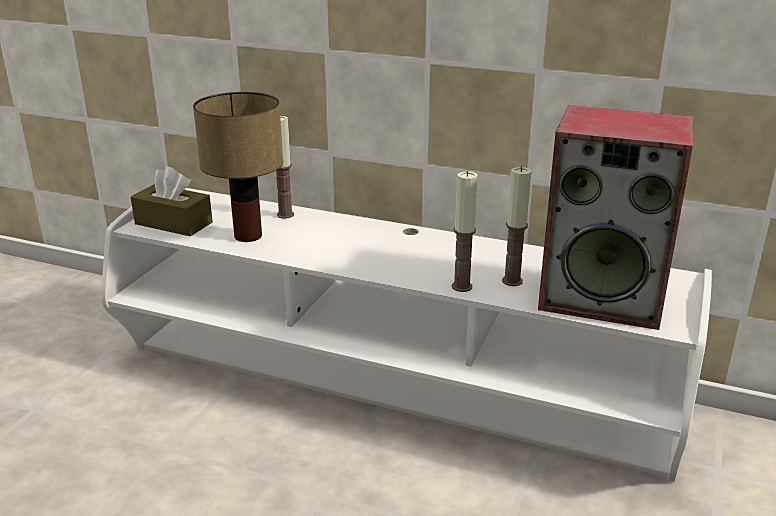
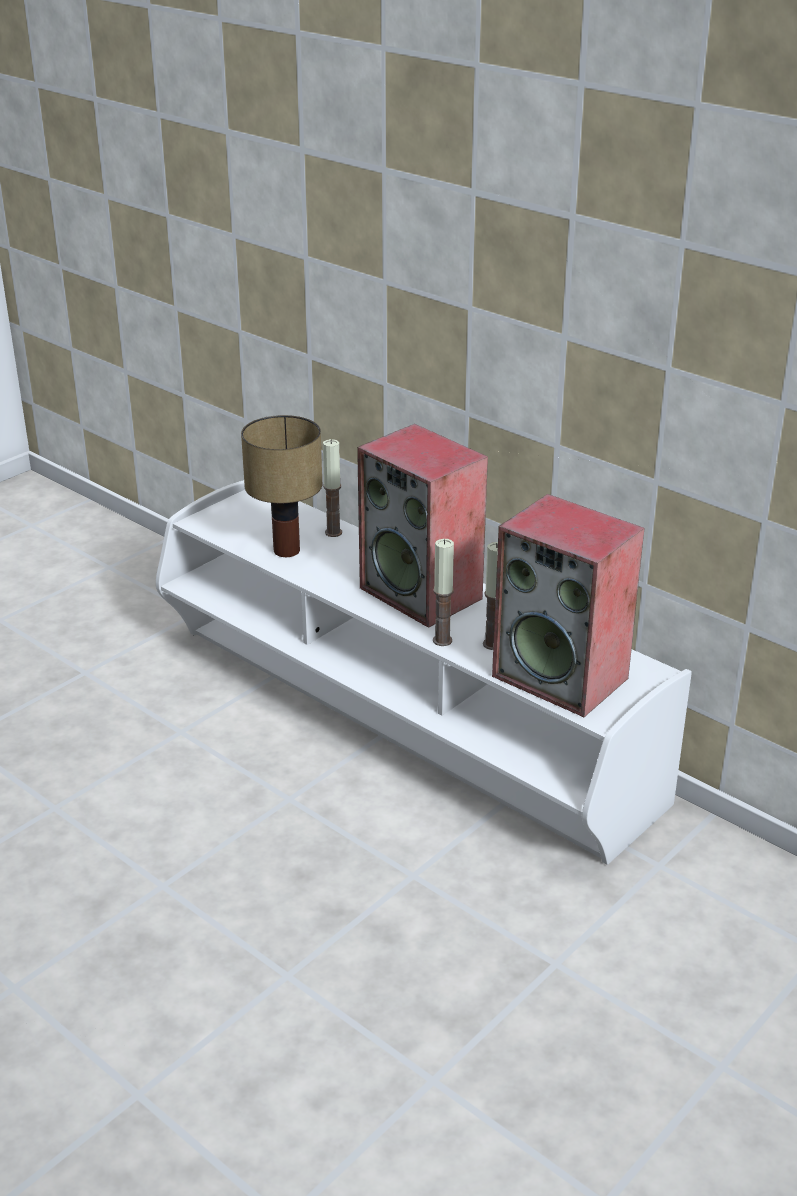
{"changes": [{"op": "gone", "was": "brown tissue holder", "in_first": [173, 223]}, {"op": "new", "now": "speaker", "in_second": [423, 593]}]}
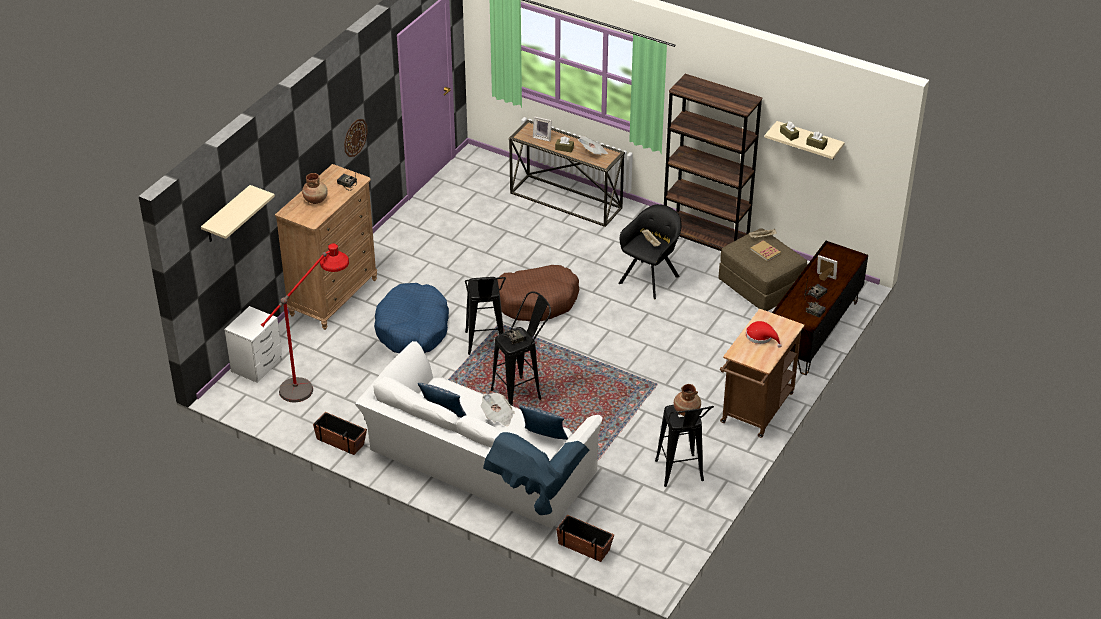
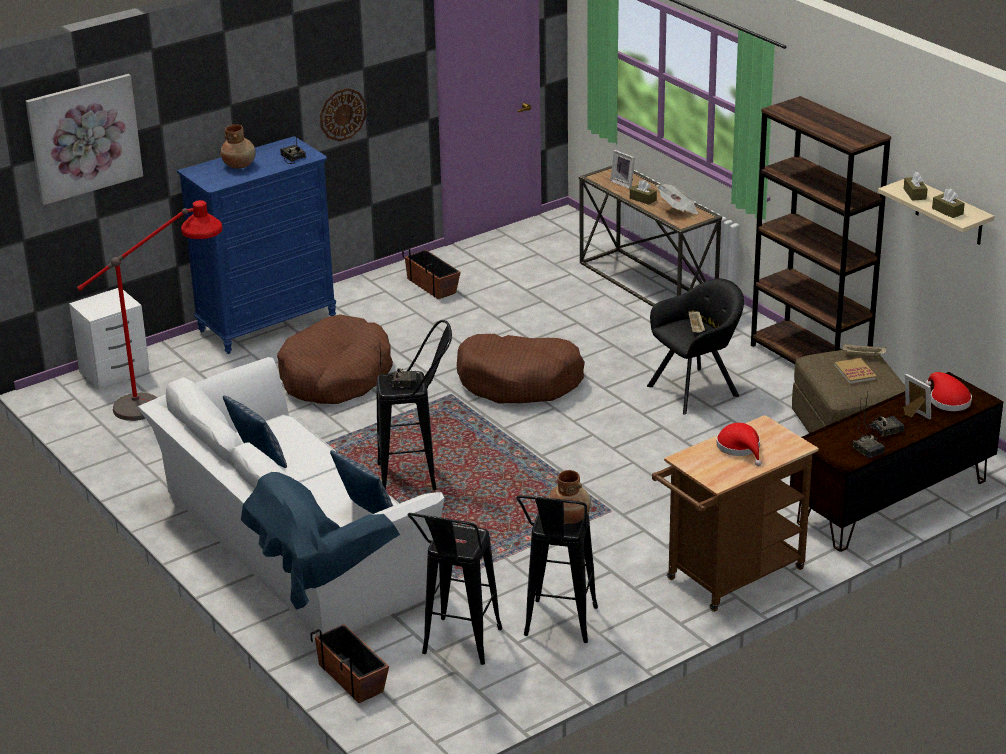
{"changes": [{"op": "gone", "was": "printed paper", "in_first": [498, 416]}, {"op": "new", "now": "reddish hat", "in_second": [947, 400]}, {"op": "shifted", "was": "flower pot", "in_first": [340, 441], "in_second": [432, 285]}, {"op": "shifted", "was": "black stool seat", "in_first": [486, 347], "in_second": [458, 649]}, {"op": "swapped", "was": "sand-coloured bracket shelf", "now": "wall picture", "in_first": [227, 215], "in_second": [84, 138]}, {"op": "repainted", "was": "brown chest of drawers", "now": "blue-coloured chest of drawers", "in_first": [333, 297], "in_second": [267, 323]}, {"op": "repainted", "was": "blue-coloured pet bed", "now": "brown pet bed", "in_first": [413, 329], "in_second": [335, 376]}]}
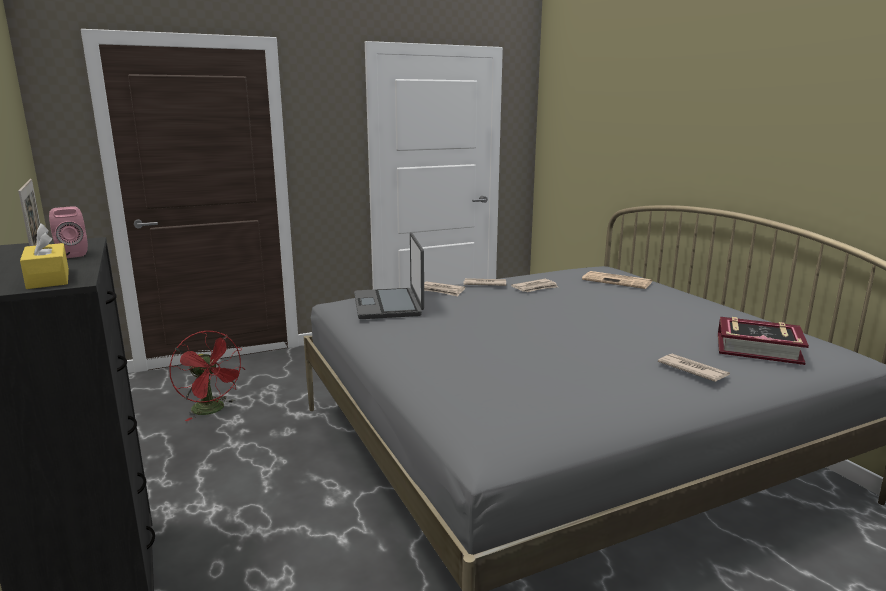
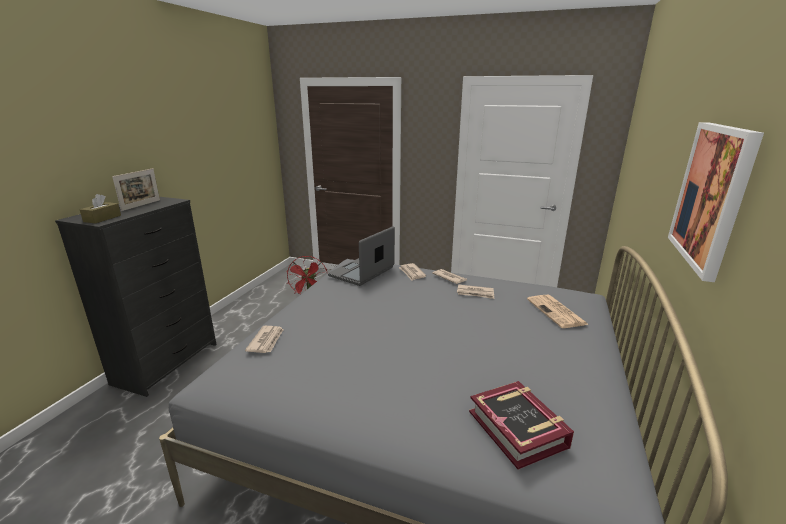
{"changes": [{"op": "gone", "was": "pink speaker", "in_first": [71, 254]}, {"op": "new", "now": "wall picture", "in_second": [712, 196]}, {"op": "shifted", "was": "printed paper", "in_first": [692, 370], "in_second": [266, 341]}, {"op": "repainted", "was": "yellowish tissue holder", "now": "brown tissue holder", "in_first": [48, 278], "in_second": [102, 218]}]}
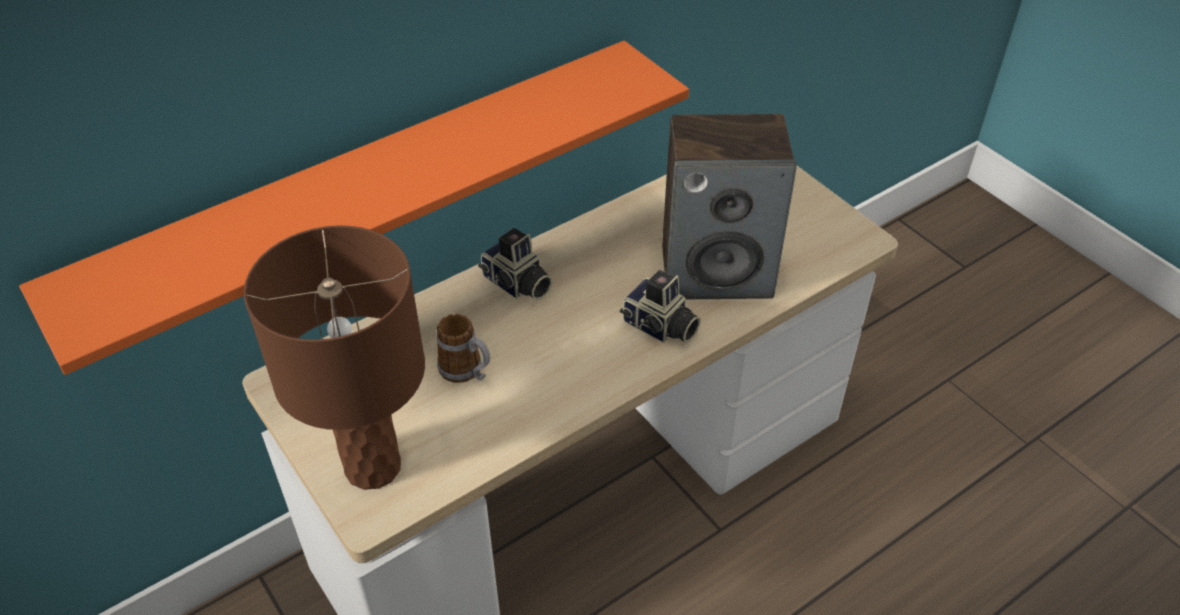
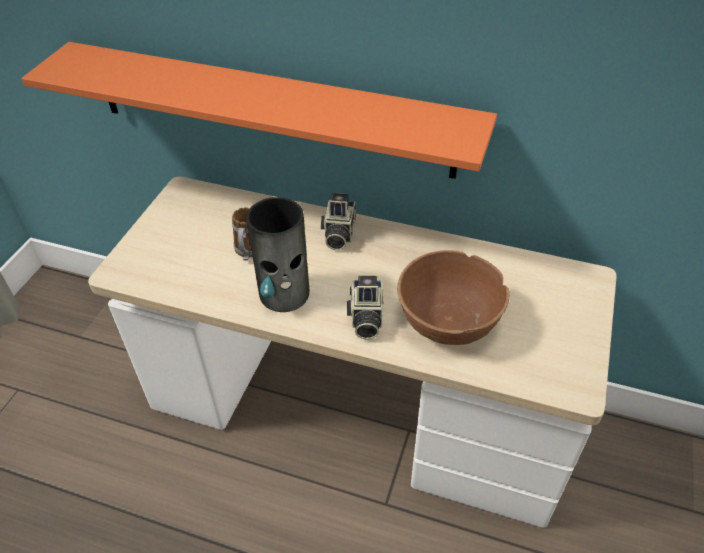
{"changes": [{"op": "gone", "was": "brown tabletop lamp", "in_first": [372, 467]}, {"op": "new", "now": "decorative vase", "in_second": [284, 293]}, {"op": "swapped", "was": "speaker", "now": "brown deep dish", "in_first": [717, 271], "in_second": [448, 321]}]}
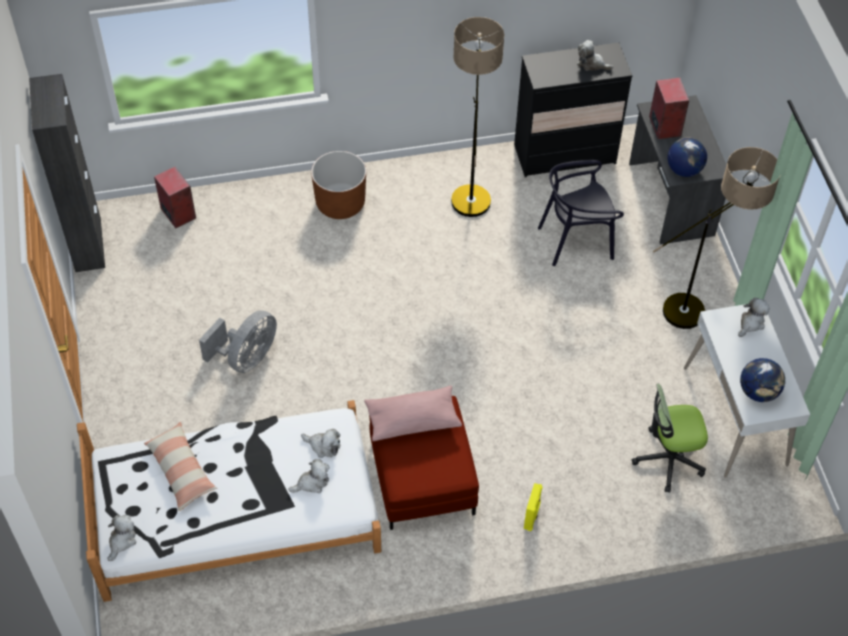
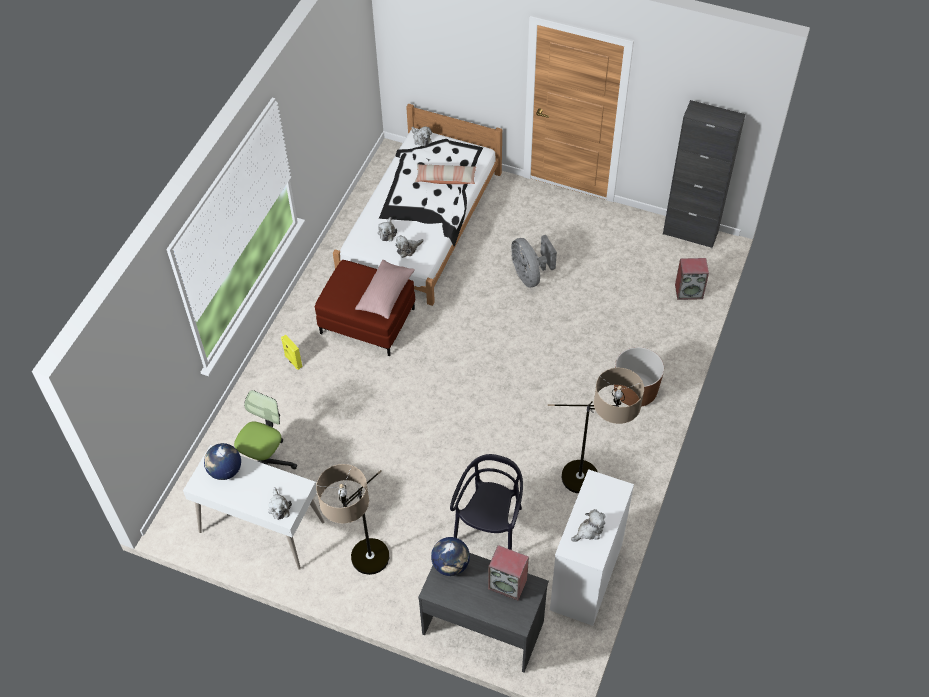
{"changes": [{"op": "repainted", "was": "black chest of drawers", "now": "whitish chest of drawers", "in_first": [564, 155], "in_second": [586, 577]}]}
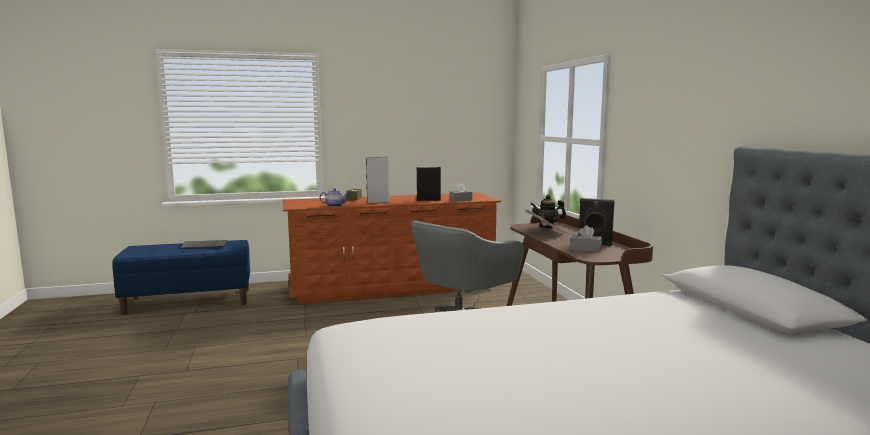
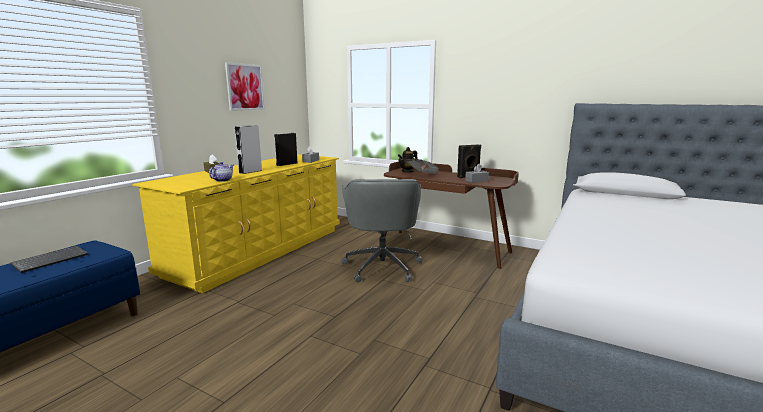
{"changes": [{"op": "new", "now": "wall picture", "in_second": [245, 87]}, {"op": "repainted", "was": "brown chest of drawers", "now": "yellowish chest of drawers", "in_first": [392, 287], "in_second": [260, 251]}]}
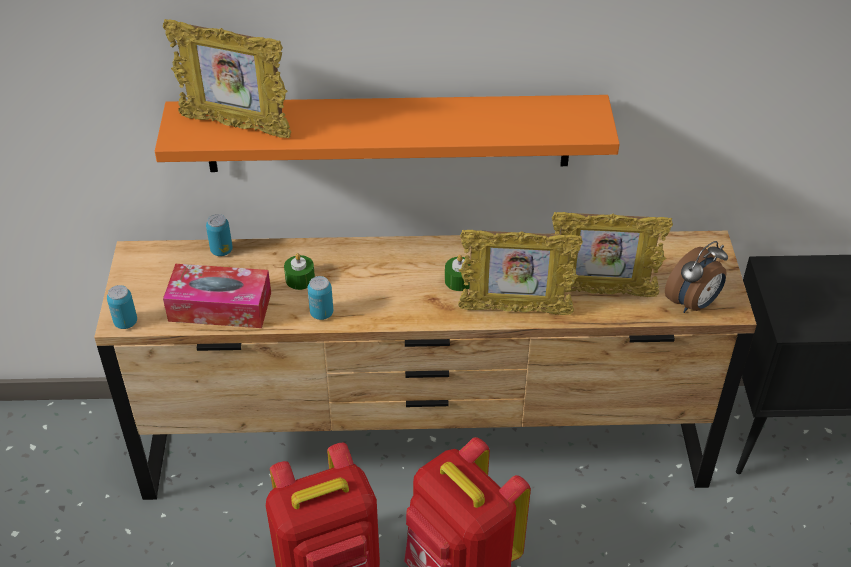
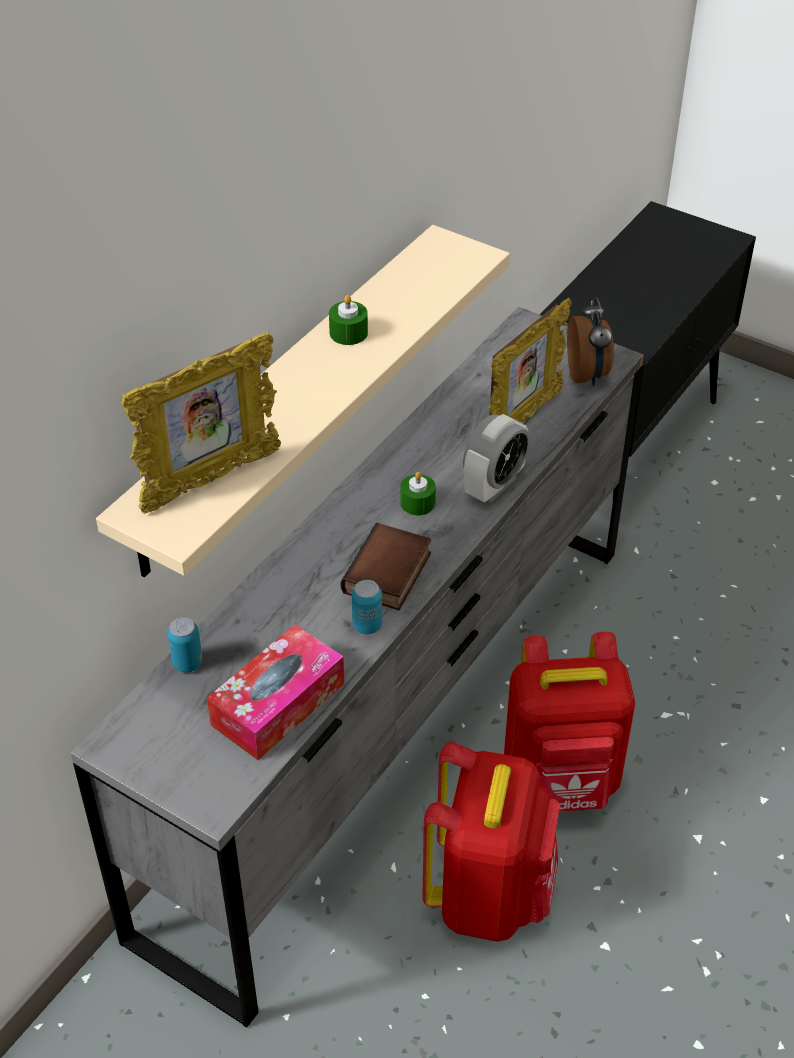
{"changes": [{"op": "gone", "was": "metal can", "in_first": [126, 322]}, {"op": "new", "now": "volume", "in_second": [389, 574]}, {"op": "shifted", "was": "green-coloured wax candle", "in_first": [300, 279], "in_second": [348, 333]}, {"op": "swapped", "was": "photo frame", "now": "table clock", "in_first": [515, 310], "in_second": [494, 486]}, {"op": "repainted", "was": "brown chest of drawers", "now": "grey chest of drawers", "in_first": [425, 446], "in_second": [396, 728]}, {"op": "repainted", "was": "orange bracket shelf", "now": "sand-coloured bracket shelf", "in_first": [388, 133], "in_second": [285, 398]}]}
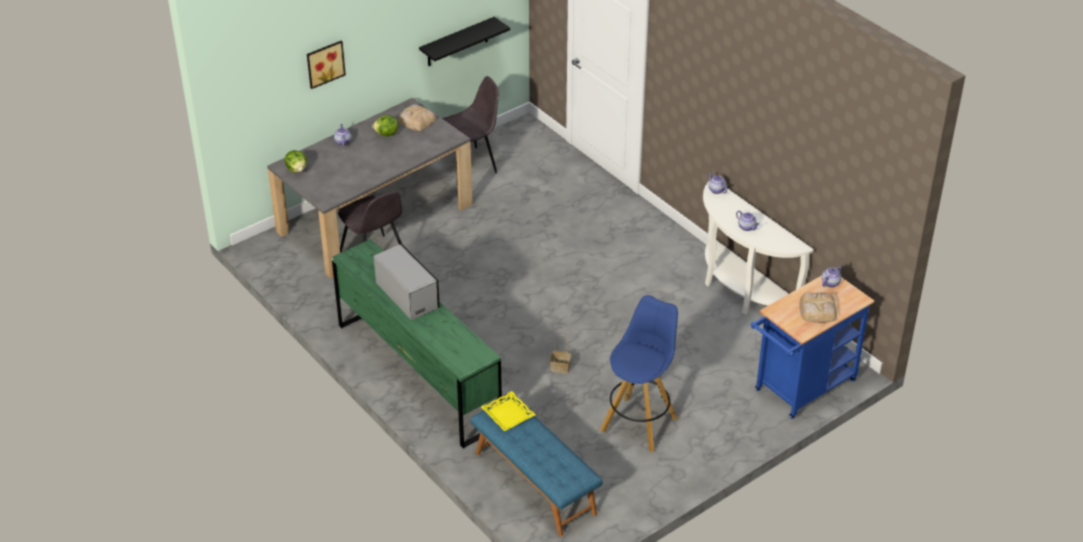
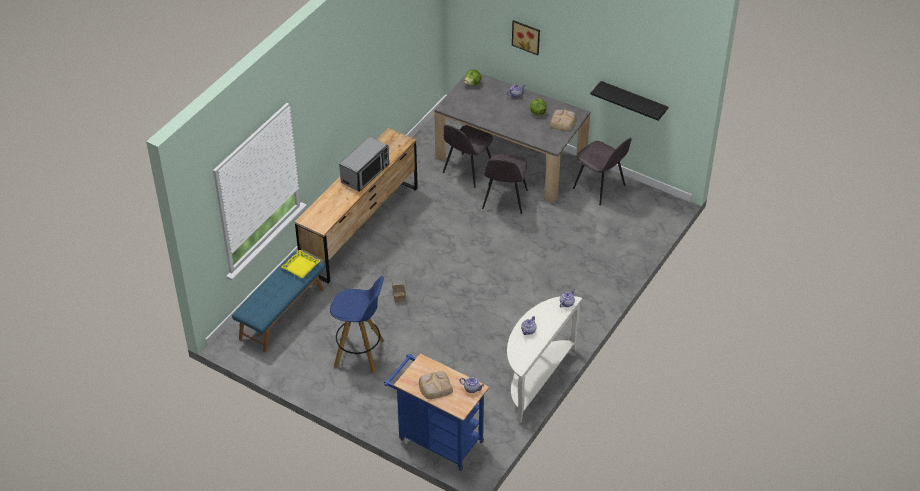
{"changes": [{"op": "new", "now": "grey plain chair", "in_second": [504, 200]}, {"op": "repainted", "was": "green-coloured chest of drawers", "now": "brown chest of drawers", "in_first": [418, 374], "in_second": [360, 228]}]}
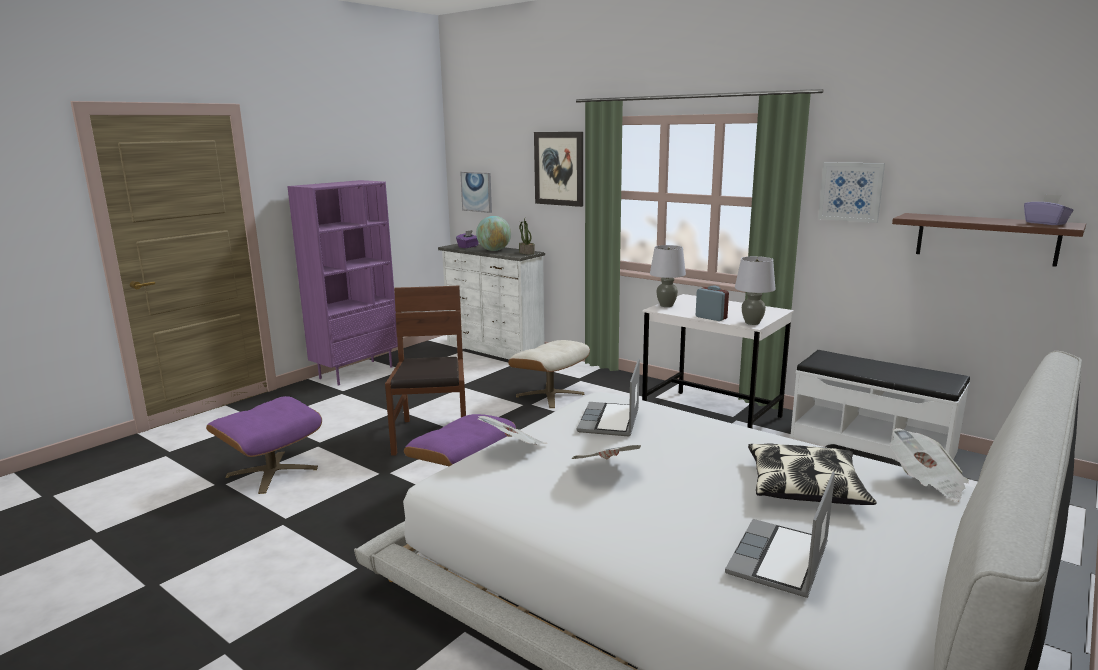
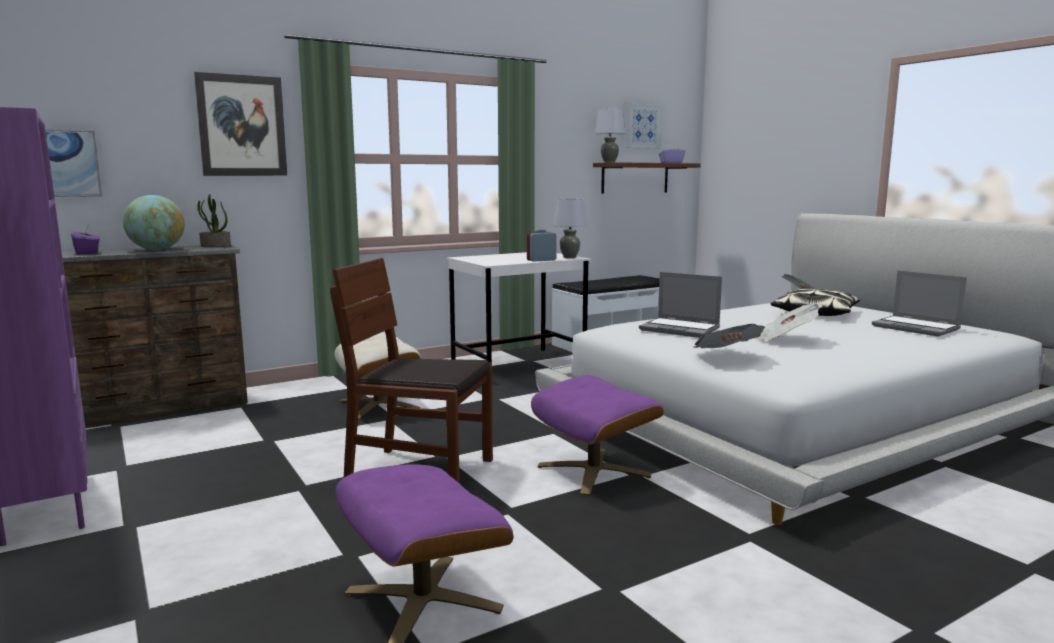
{"changes": [{"op": "shifted", "was": "grey tabletop lamp", "in_first": [666, 305], "in_second": [609, 162]}, {"op": "shifted", "was": "wall picture", "in_first": [851, 191], "in_second": [643, 126]}, {"op": "repainted", "was": "whitish chest of drawers", "now": "brown chest of drawers", "in_first": [494, 349], "in_second": [159, 409]}]}
